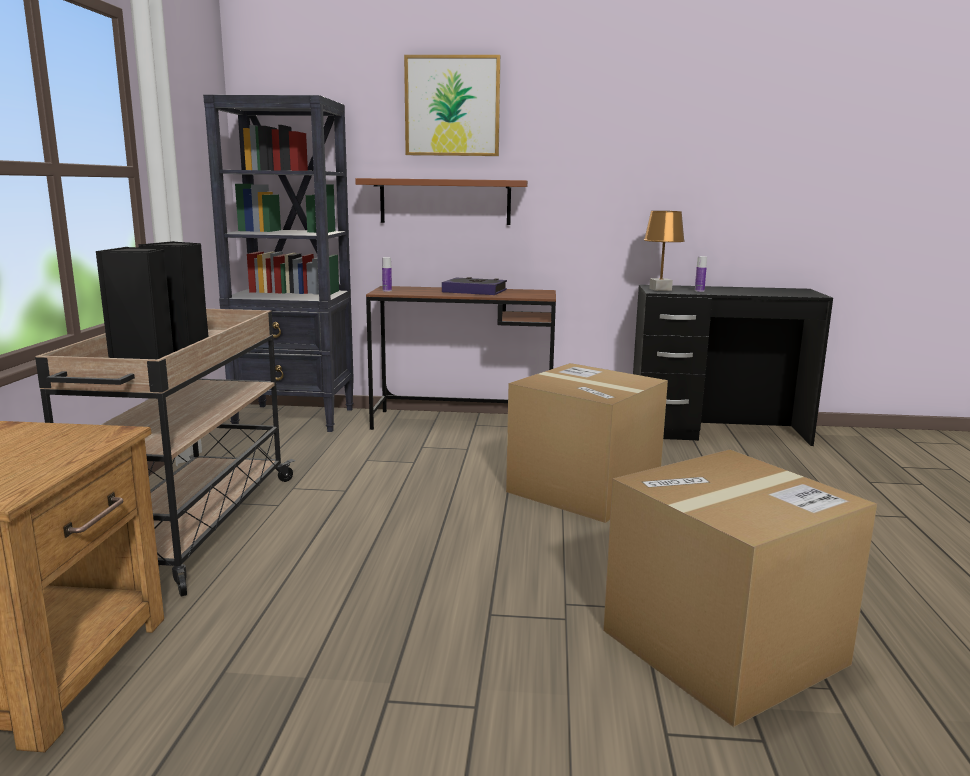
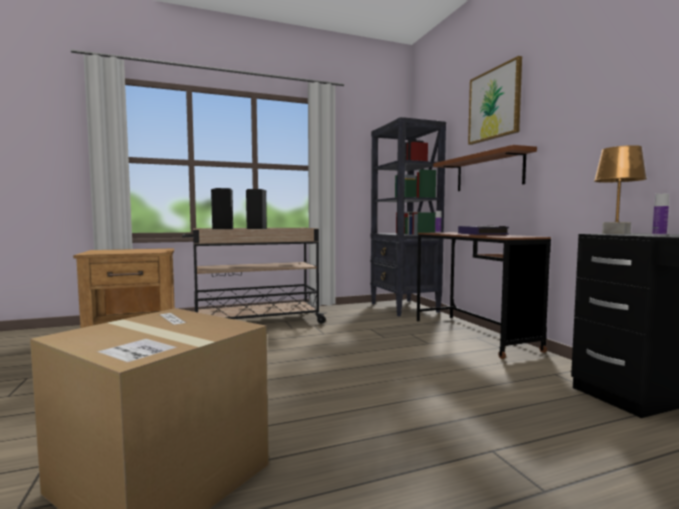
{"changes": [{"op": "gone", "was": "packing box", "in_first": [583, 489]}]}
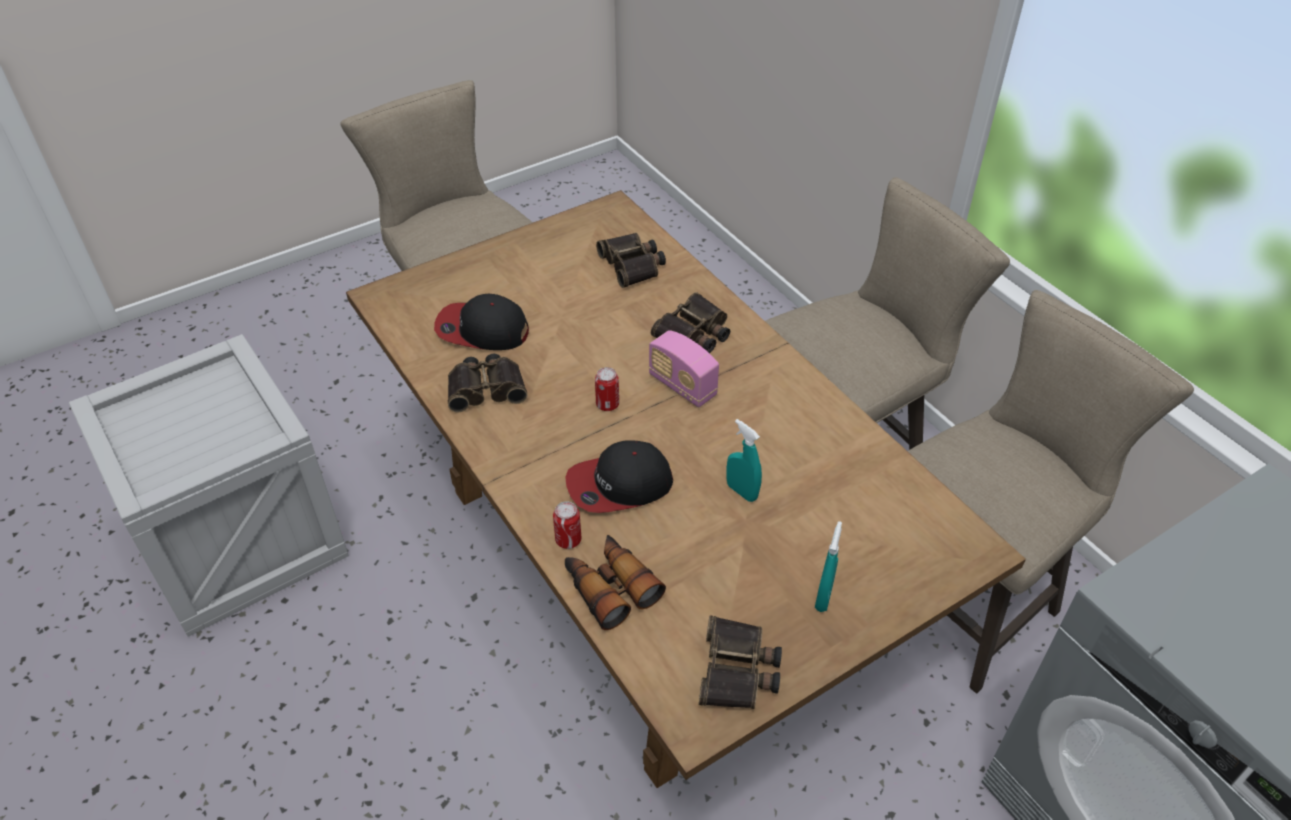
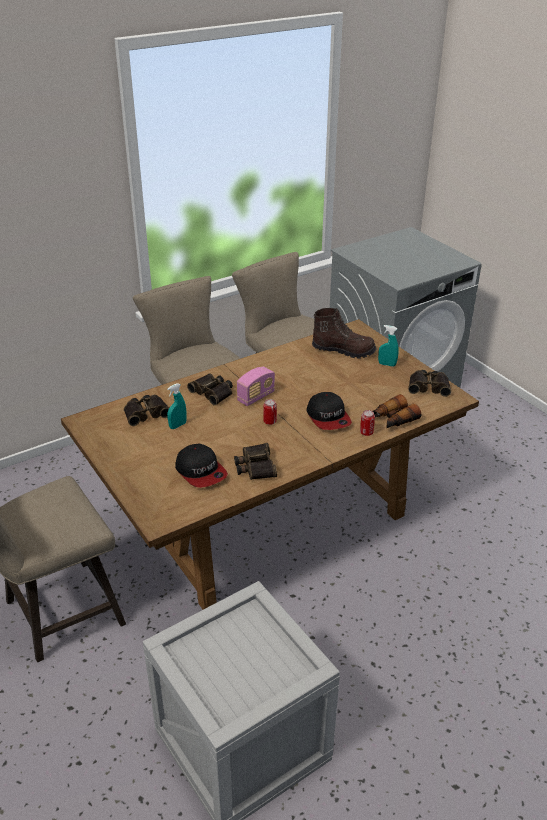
{"changes": [{"op": "new", "now": "brown boot", "in_second": [343, 350]}, {"op": "shifted", "was": "blue-green sprayer", "in_first": [741, 491], "in_second": [177, 425]}, {"op": "rotated", "was": "cap", "in_first": [482, 330], "in_second": [201, 471], "clockwise": -45}]}
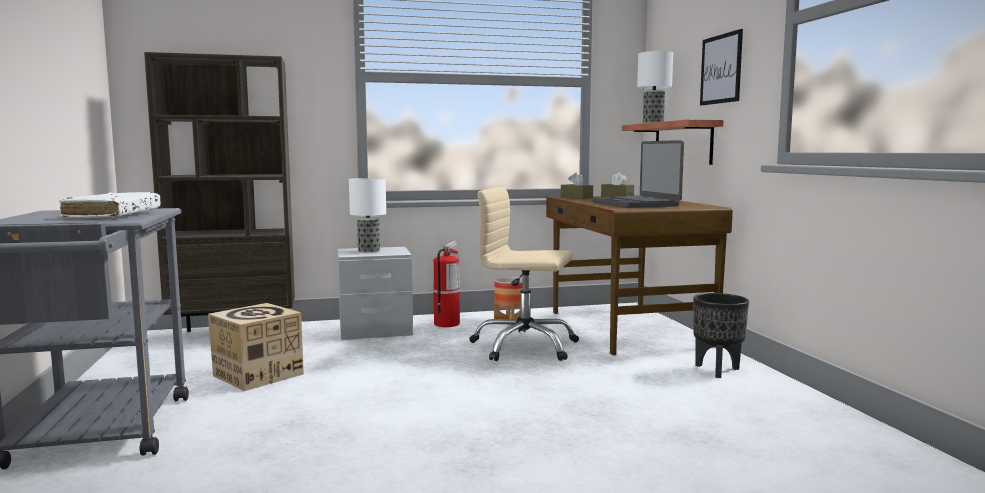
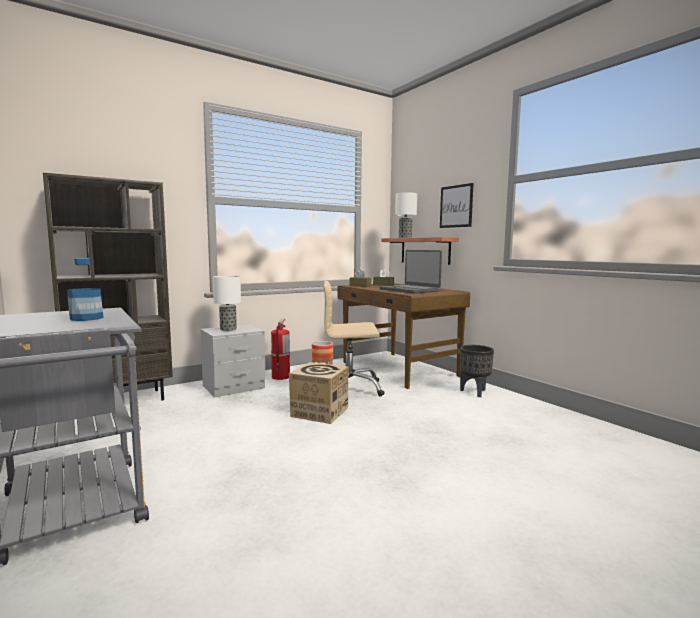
{"changes": [{"op": "shifted", "was": "packing box", "in_first": [257, 375], "in_second": [319, 412]}, {"op": "swapped", "was": "whitish volume", "now": "bottle", "in_first": [113, 215], "in_second": [86, 318]}]}
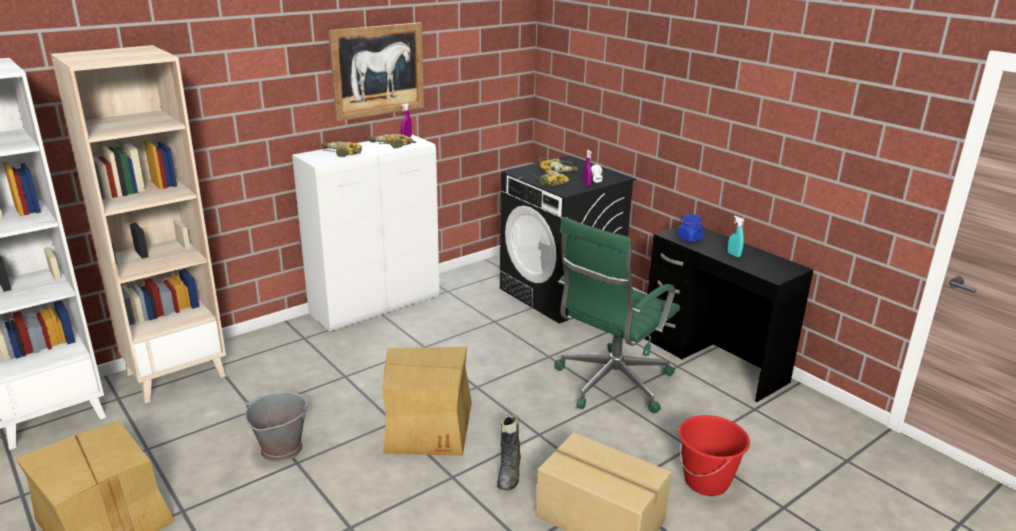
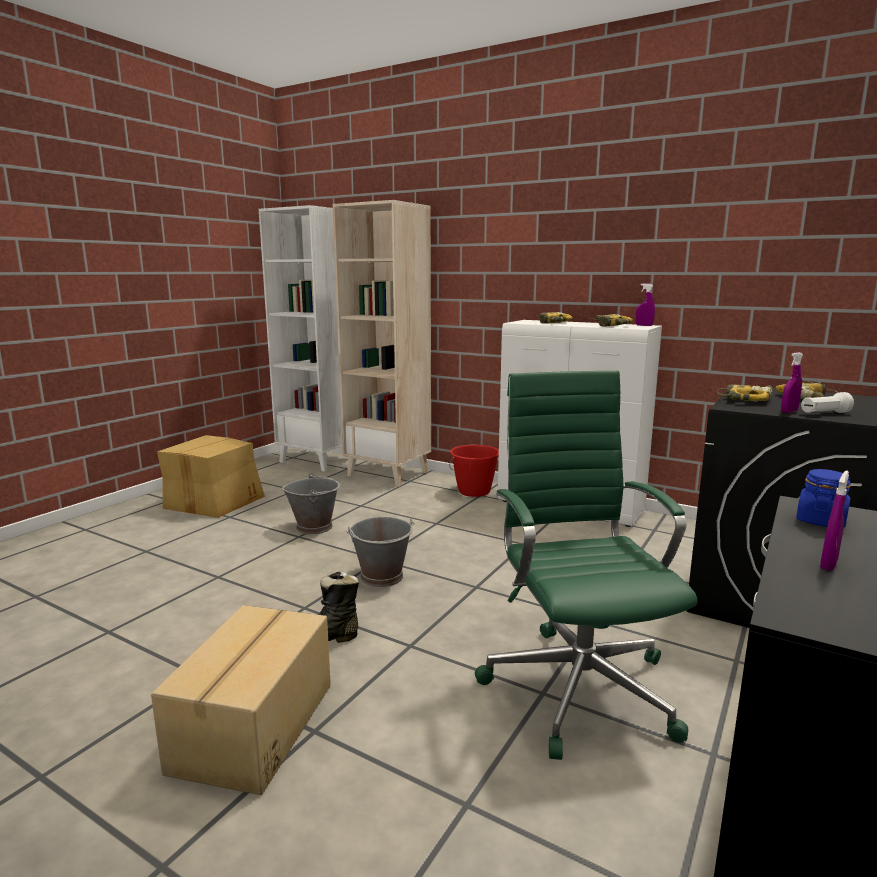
{"changes": [{"op": "gone", "was": "wall picture", "in_first": [378, 70]}, {"op": "shifted", "was": "reddish bucket", "in_first": [706, 482], "in_second": [474, 491]}, {"op": "swapped", "was": "packing box", "now": "grey bucket", "in_first": [427, 426], "in_second": [382, 577]}, {"op": "repainted", "was": "blue-green sprayer", "now": "purplish sprayer", "in_first": [734, 255], "in_second": [828, 564]}, {"op": "rotated", "was": "green-coloured computer chair", "in_first": [611, 383], "in_second": [579, 684], "clockwise": 60}]}
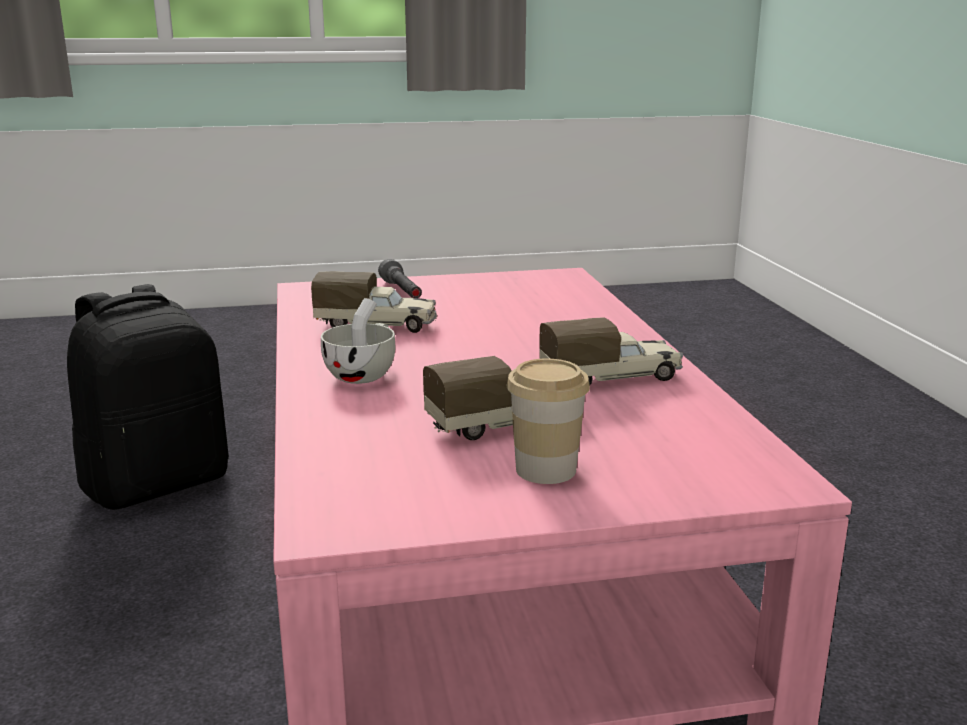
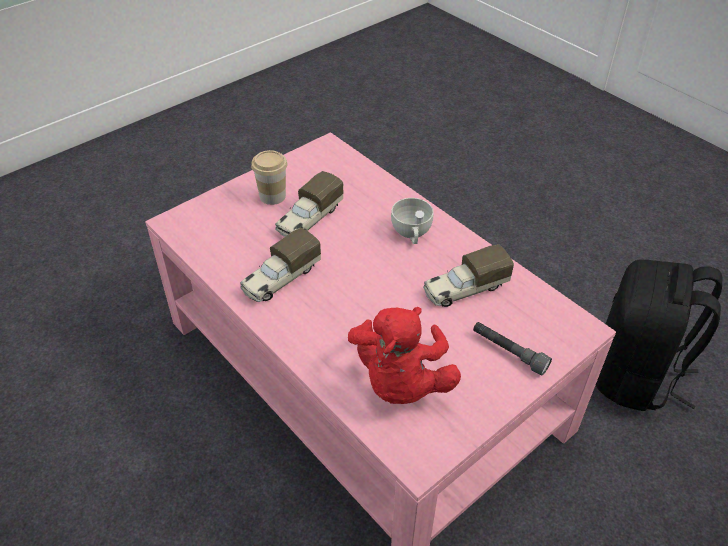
{"changes": [{"op": "new", "now": "reddish soft toy", "in_second": [400, 382]}]}
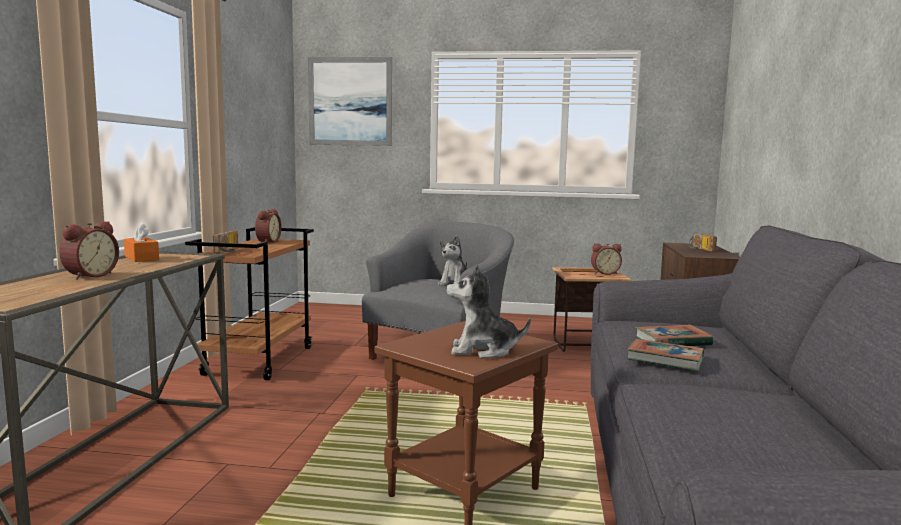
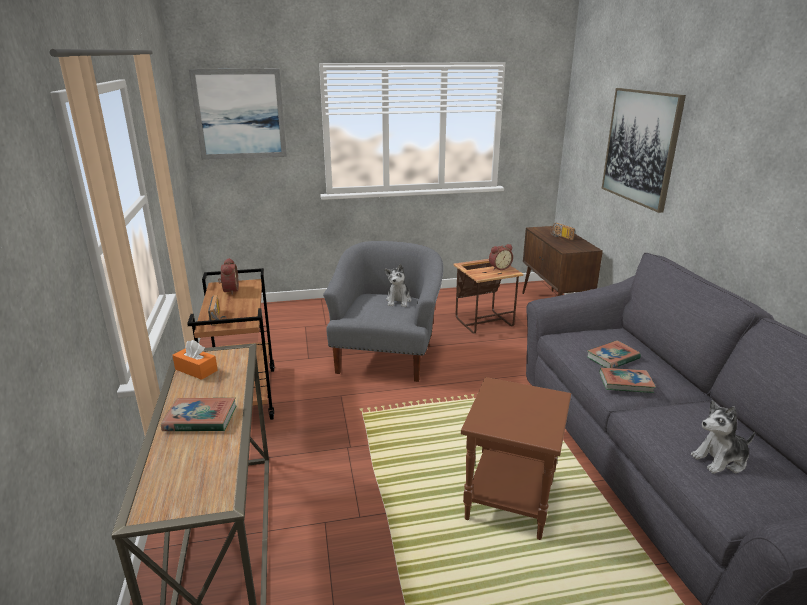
{"changes": [{"op": "new", "now": "wall picture", "in_second": [641, 147]}, {"op": "shifted", "was": "soft toy", "in_first": [483, 350], "in_second": [720, 460]}, {"op": "swapped", "was": "table clock", "now": "volume", "in_first": [89, 276], "in_second": [200, 419]}]}
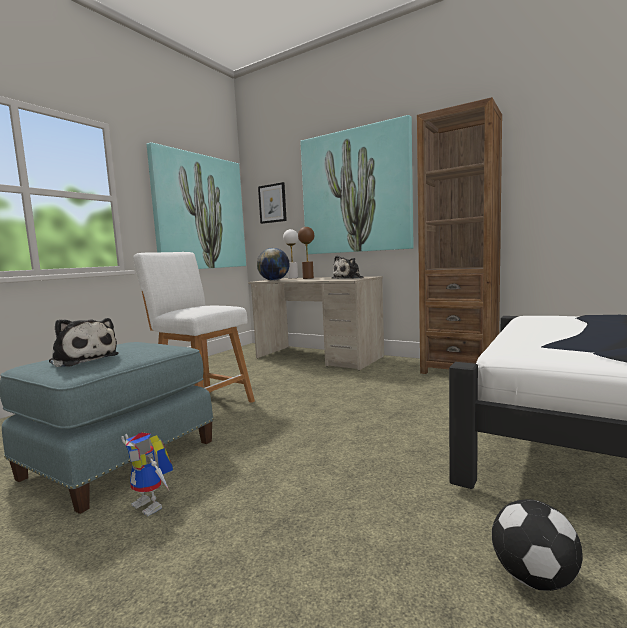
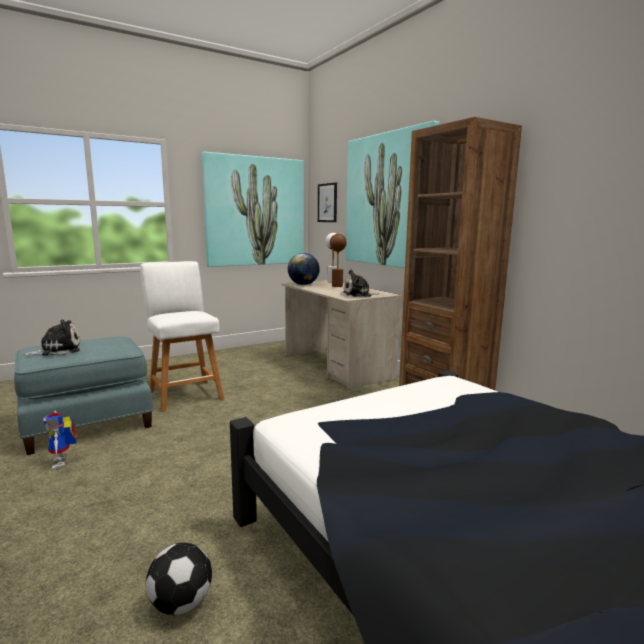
{"changes": [{"op": "rotated", "was": "soft toy", "in_first": [83, 359], "in_second": [58, 350], "clockwise": -90}]}
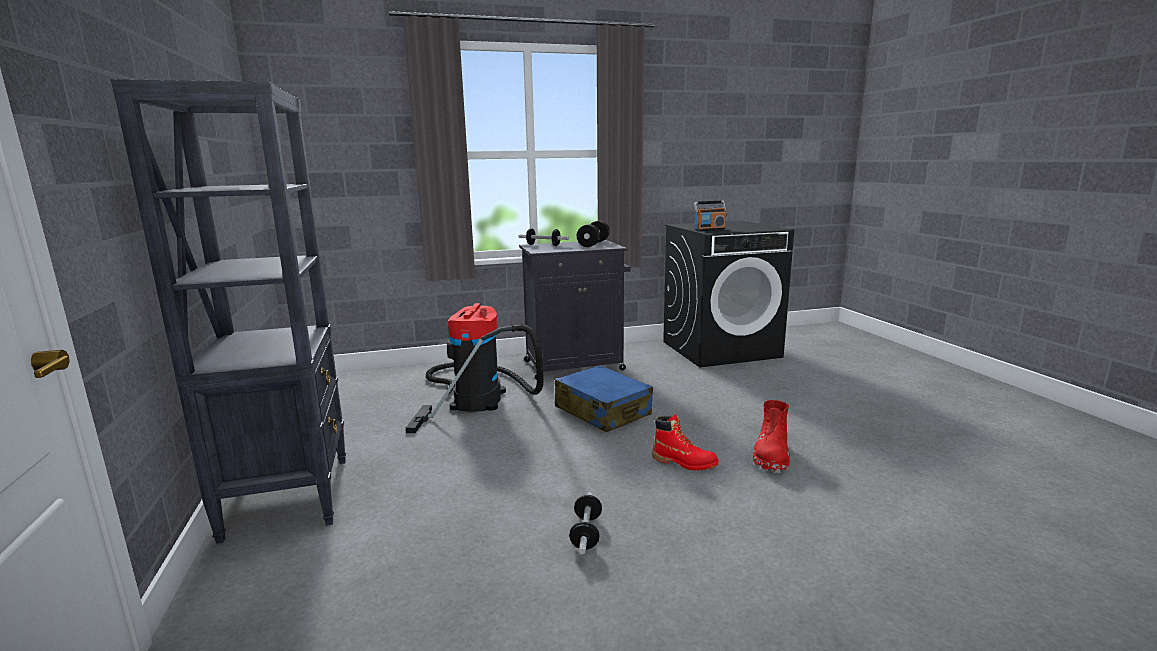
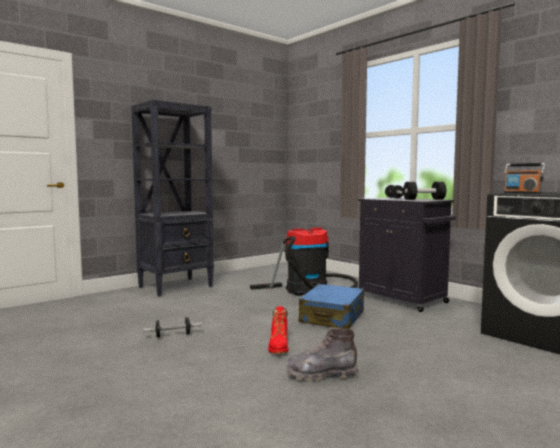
{"changes": [{"op": "repainted", "was": "reddish boot", "now": "grey boot", "in_first": [771, 456], "in_second": [321, 374]}]}
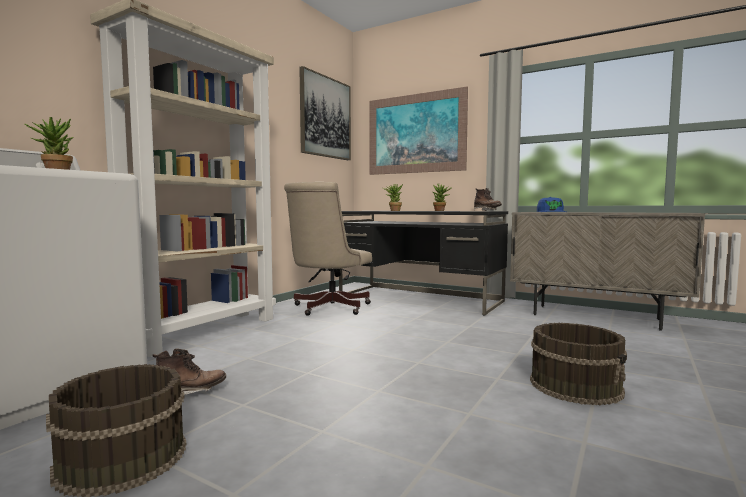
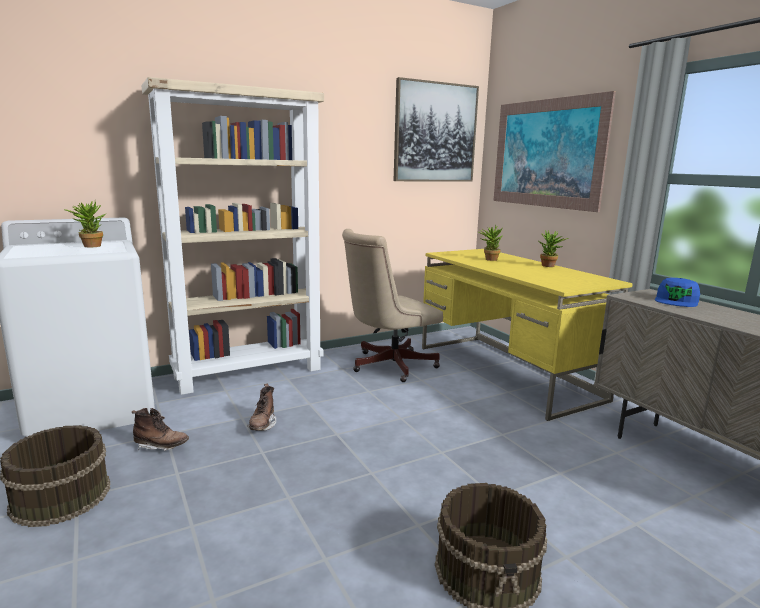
{"changes": [{"op": "shifted", "was": "brown boot", "in_first": [487, 211], "in_second": [262, 425]}, {"op": "repainted", "was": "black desk", "now": "yellowish desk", "in_first": [420, 299], "in_second": [506, 373]}]}
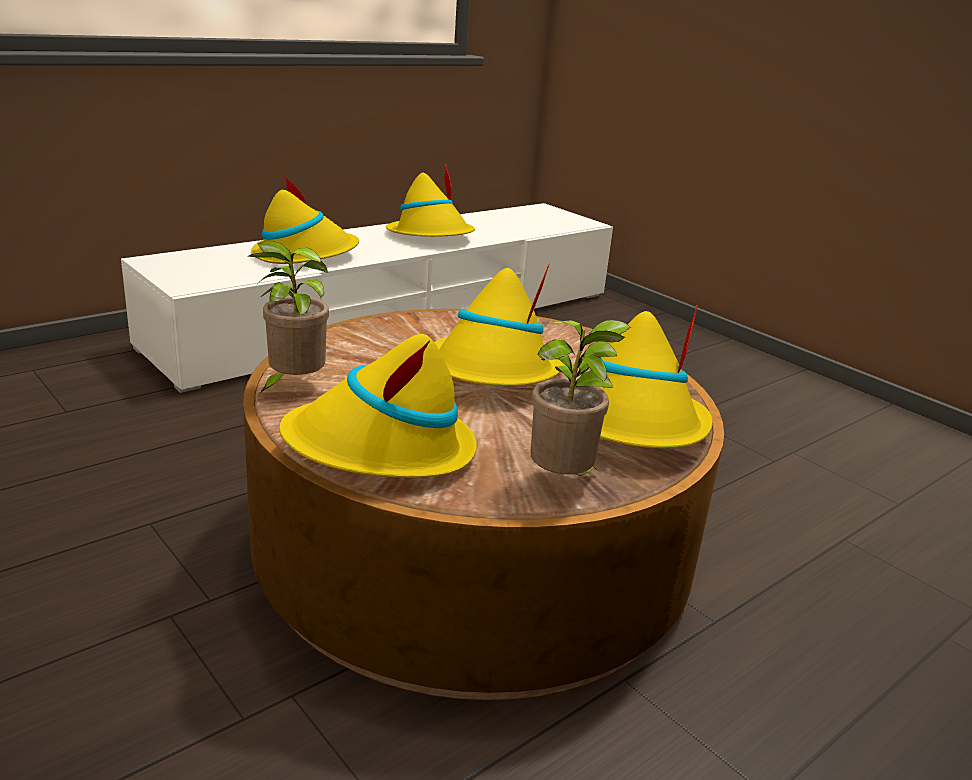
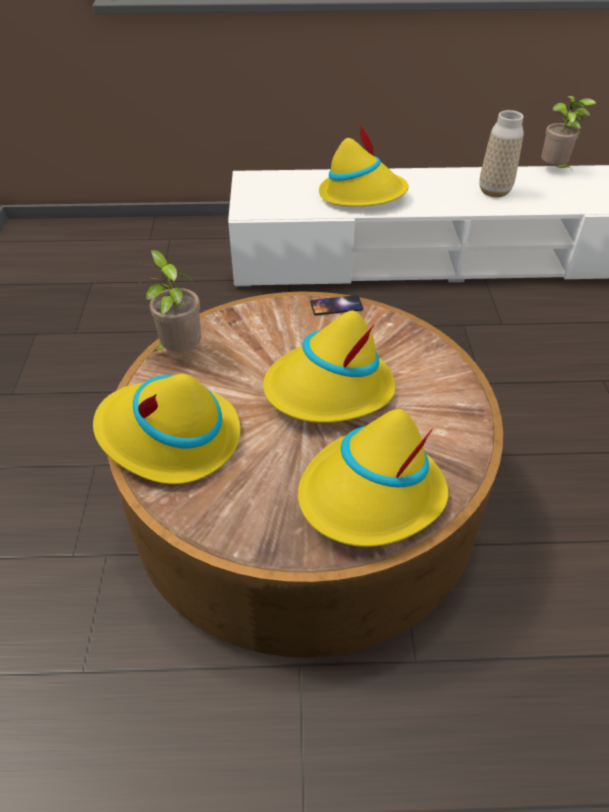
{"changes": [{"op": "new", "now": "phone", "in_second": [336, 306]}, {"op": "shifted", "was": "potted plant", "in_first": [564, 481], "in_second": [554, 170]}, {"op": "swapped", "was": "yellowish hat", "now": "decorative vase", "in_first": [431, 236], "in_second": [494, 191]}]}
